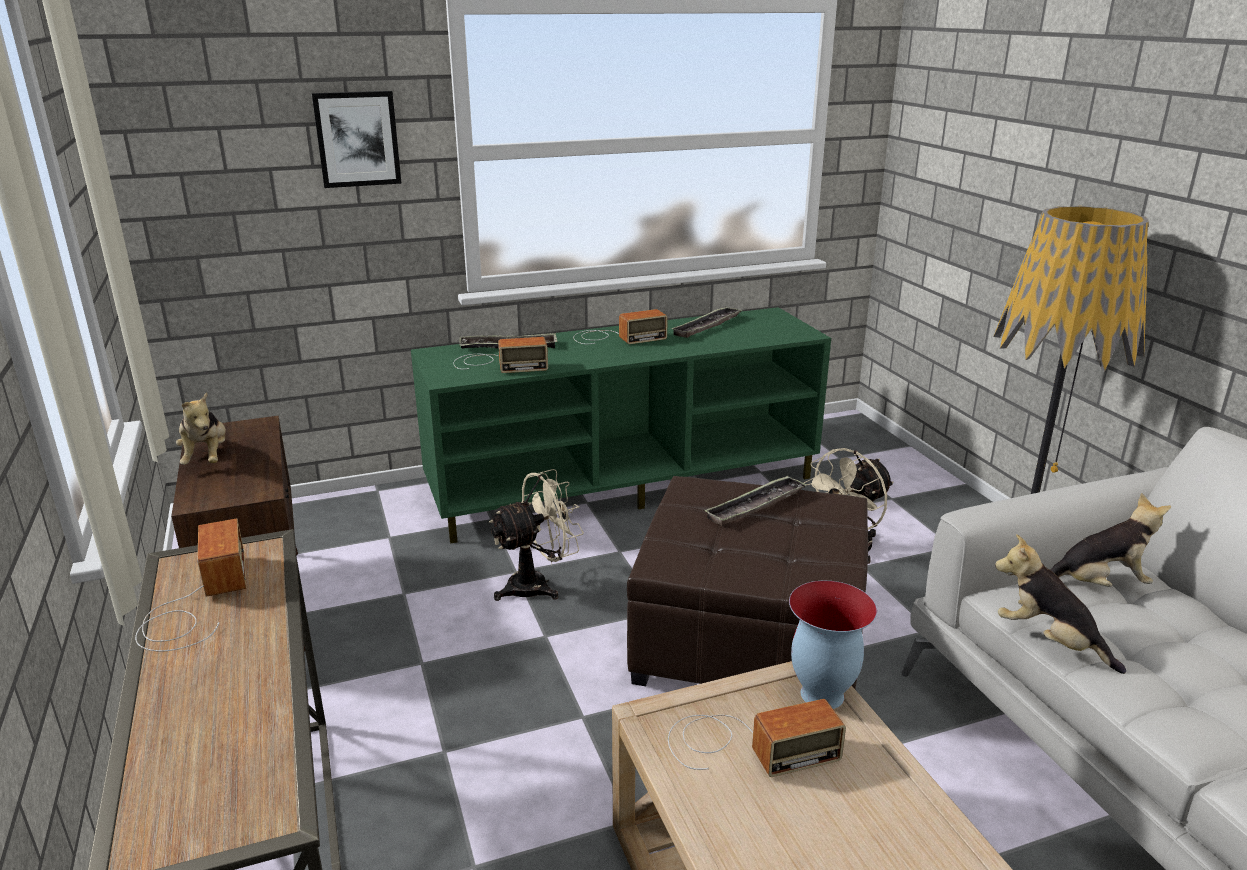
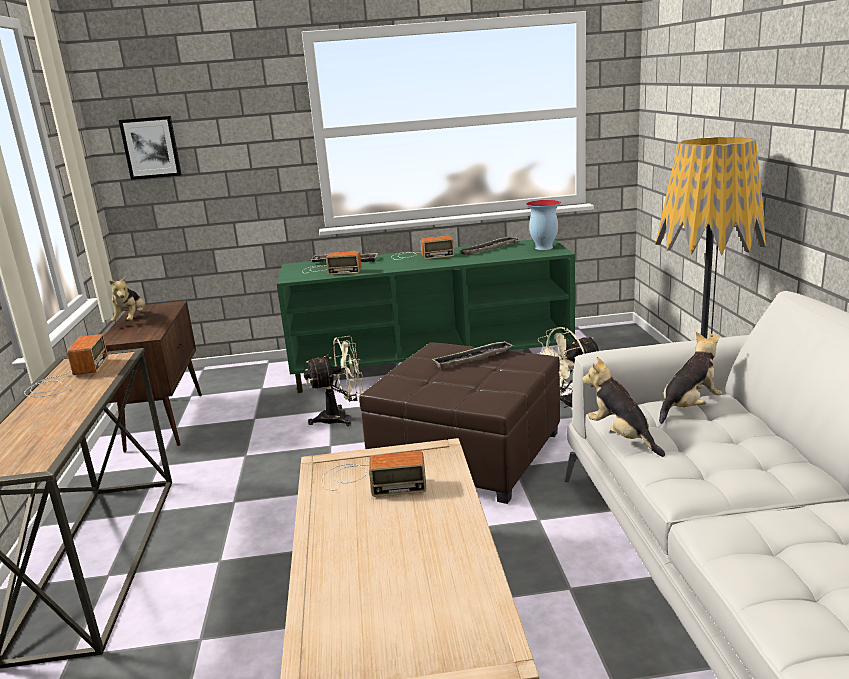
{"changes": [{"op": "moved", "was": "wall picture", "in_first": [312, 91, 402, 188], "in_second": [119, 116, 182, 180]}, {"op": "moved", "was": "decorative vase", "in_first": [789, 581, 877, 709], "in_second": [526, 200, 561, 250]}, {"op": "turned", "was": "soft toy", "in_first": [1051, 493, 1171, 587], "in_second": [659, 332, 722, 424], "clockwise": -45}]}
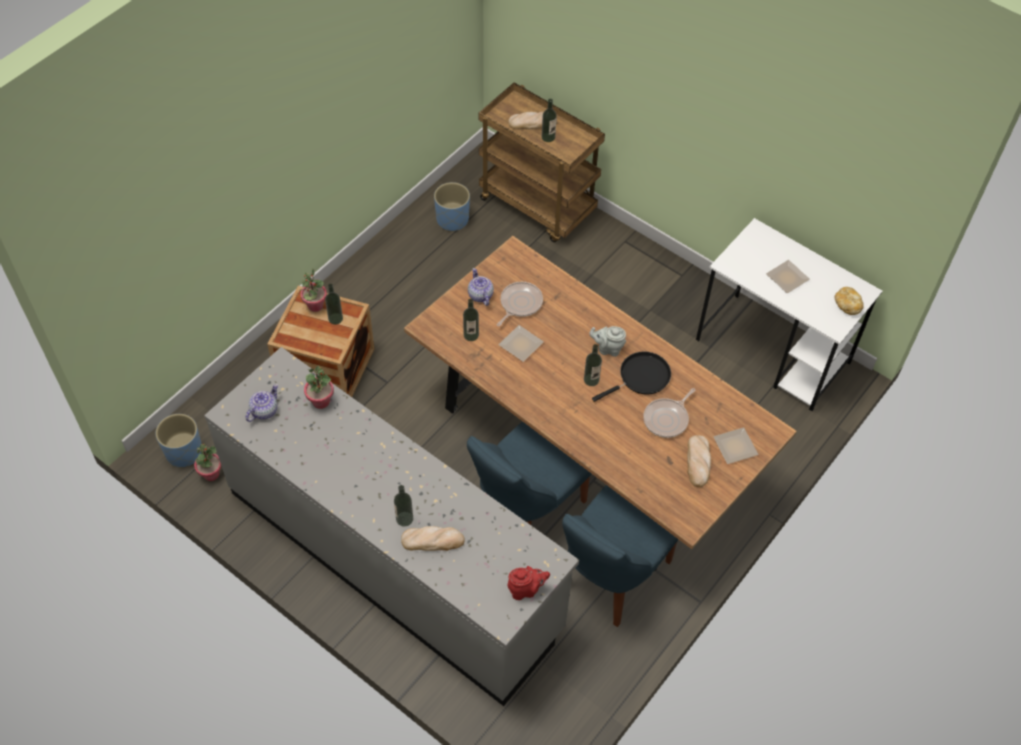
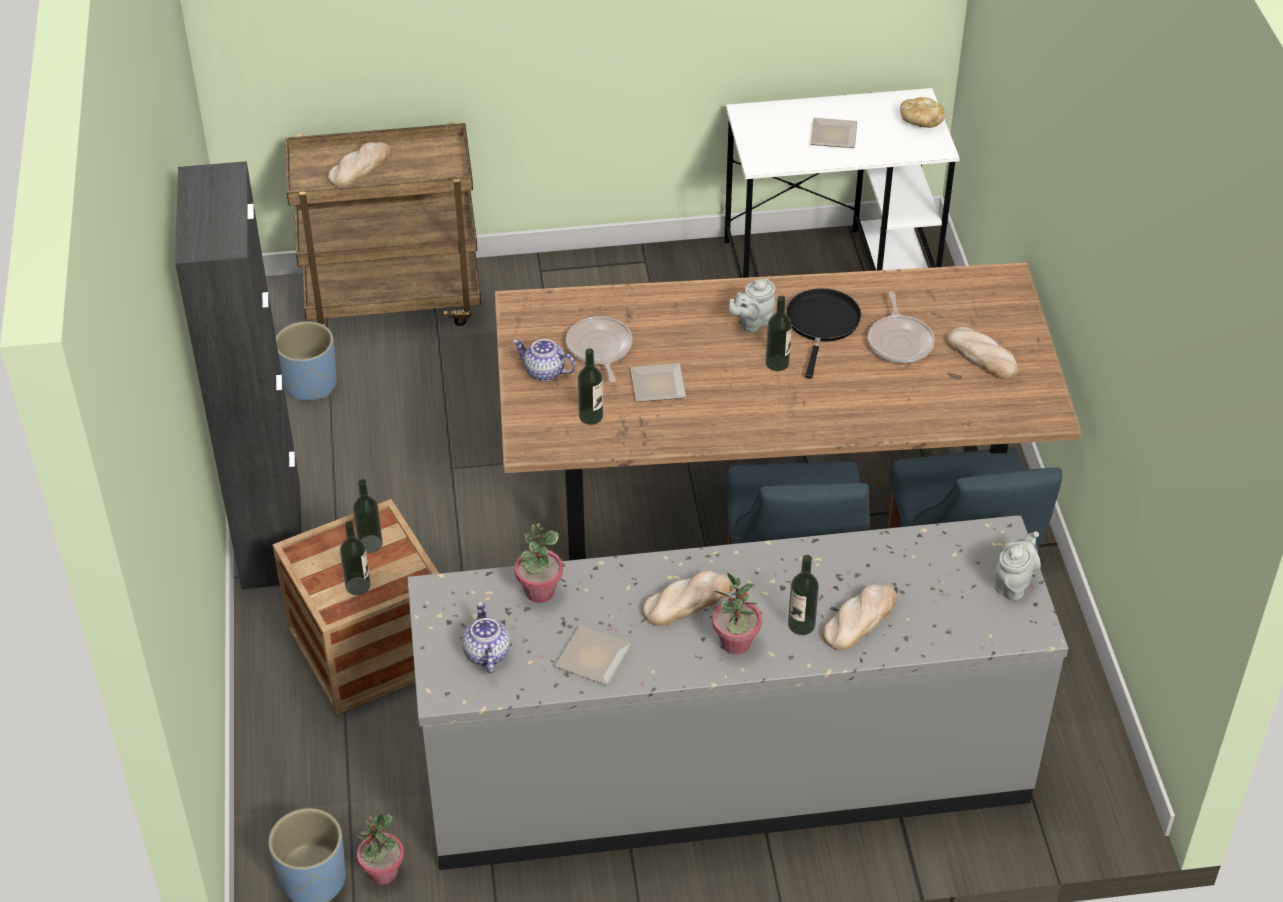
{"changes": [{"op": "added", "now": "cupboard in blackish", "in_second": [175, 161, 302, 589]}, {"op": "added", "now": "bread", "in_second": [642, 571, 731, 626]}, {"op": "moved", "was": "potted plant", "in_first": [300, 268, 327, 312], "in_second": [712, 573, 762, 655]}, {"op": "moved", "was": "beverage bottle", "in_first": [542, 99, 557, 142], "in_second": [340, 521, 370, 595]}, {"op": "moved", "was": "plate", "in_first": [714, 427, 758, 464], "in_second": [555, 625, 631, 685]}, {"op": "recoloured", "was": "pot for tea in reddish", "now": "pot for tea in greyish", "in_first": [507, 566, 550, 600], "in_second": [994, 532, 1041, 600]}]}
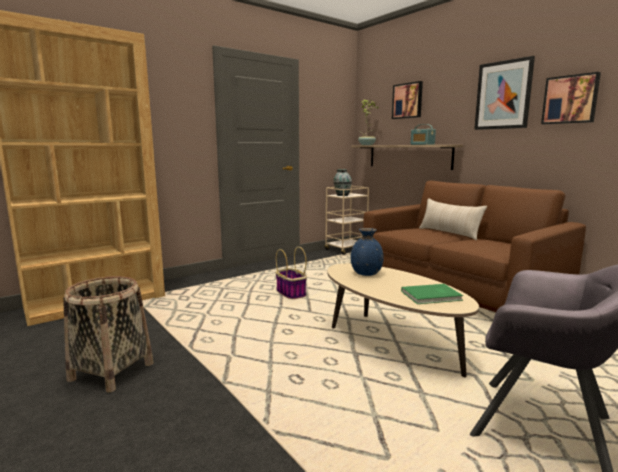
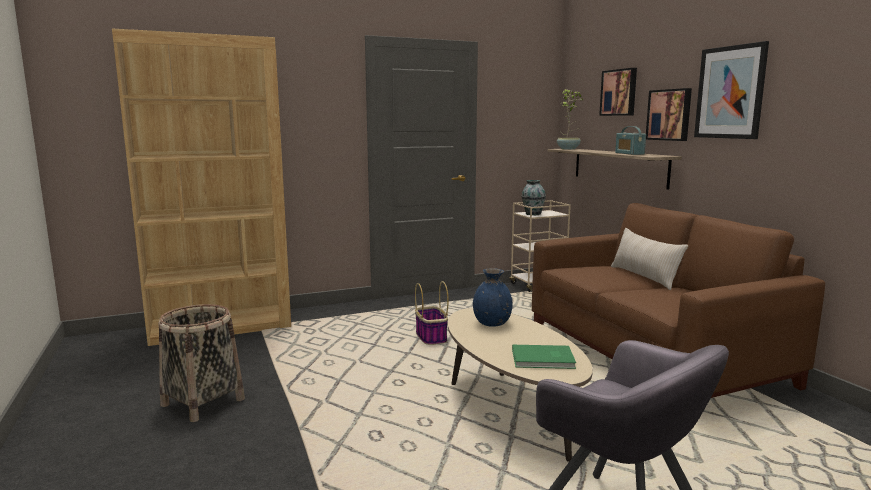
{"changes": [{"op": "moved", "was": "wall picture", "in_first": [541, 72, 601, 124], "in_second": [646, 88, 692, 141]}]}
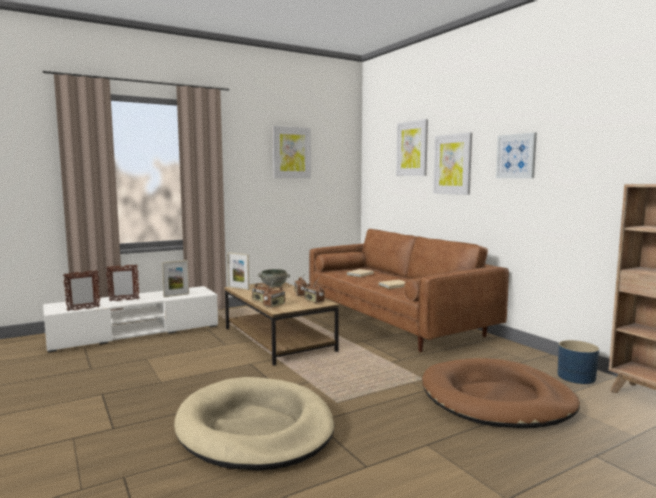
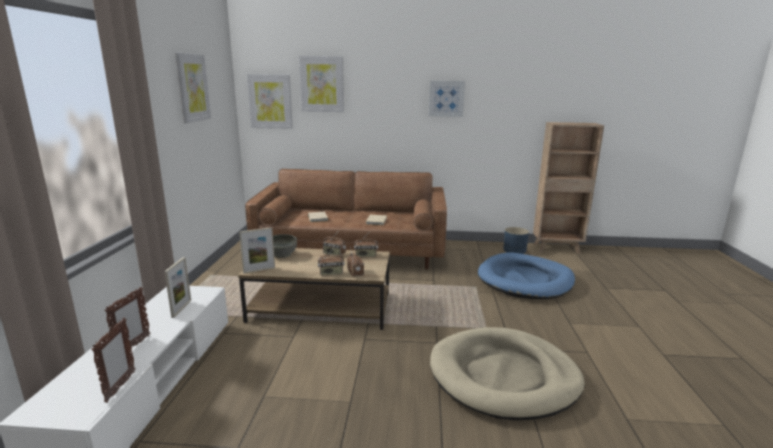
{"changes": [{"op": "moved", "was": "wall picture", "in_first": [433, 132, 472, 195], "in_second": [247, 74, 293, 129]}, {"op": "recoloured", "was": "dog bed in brown-coloured", "now": "dog bed in blue-coloured", "in_first": [422, 358, 580, 428], "in_second": [478, 252, 575, 299]}]}
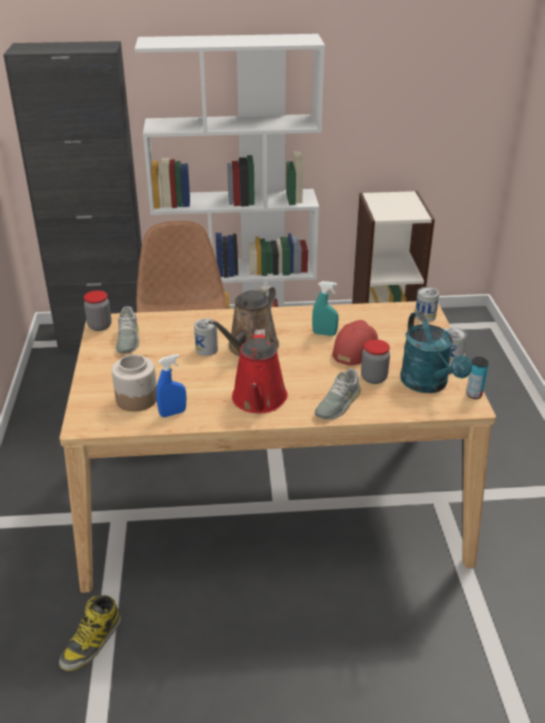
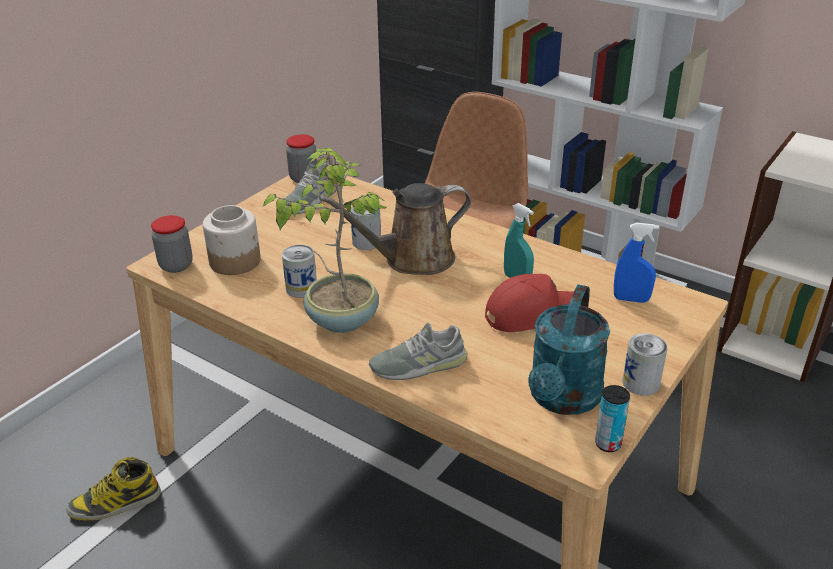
{"changes": [{"op": "moved", "was": "sprayer in blue-coloured", "in_first": [156, 354, 186, 417], "in_second": [614, 223, 659, 303]}, {"op": "moved", "was": "jar", "in_first": [361, 339, 390, 384], "in_second": [151, 215, 193, 273]}, {"op": "moved", "was": "can", "in_first": [415, 287, 439, 322], "in_second": [282, 245, 317, 298]}, {"op": "replaced", "was": "sprinkling can in reddish", "now": "potted plant", "in_first": [232, 329, 288, 413], "in_second": [262, 148, 388, 333]}]}
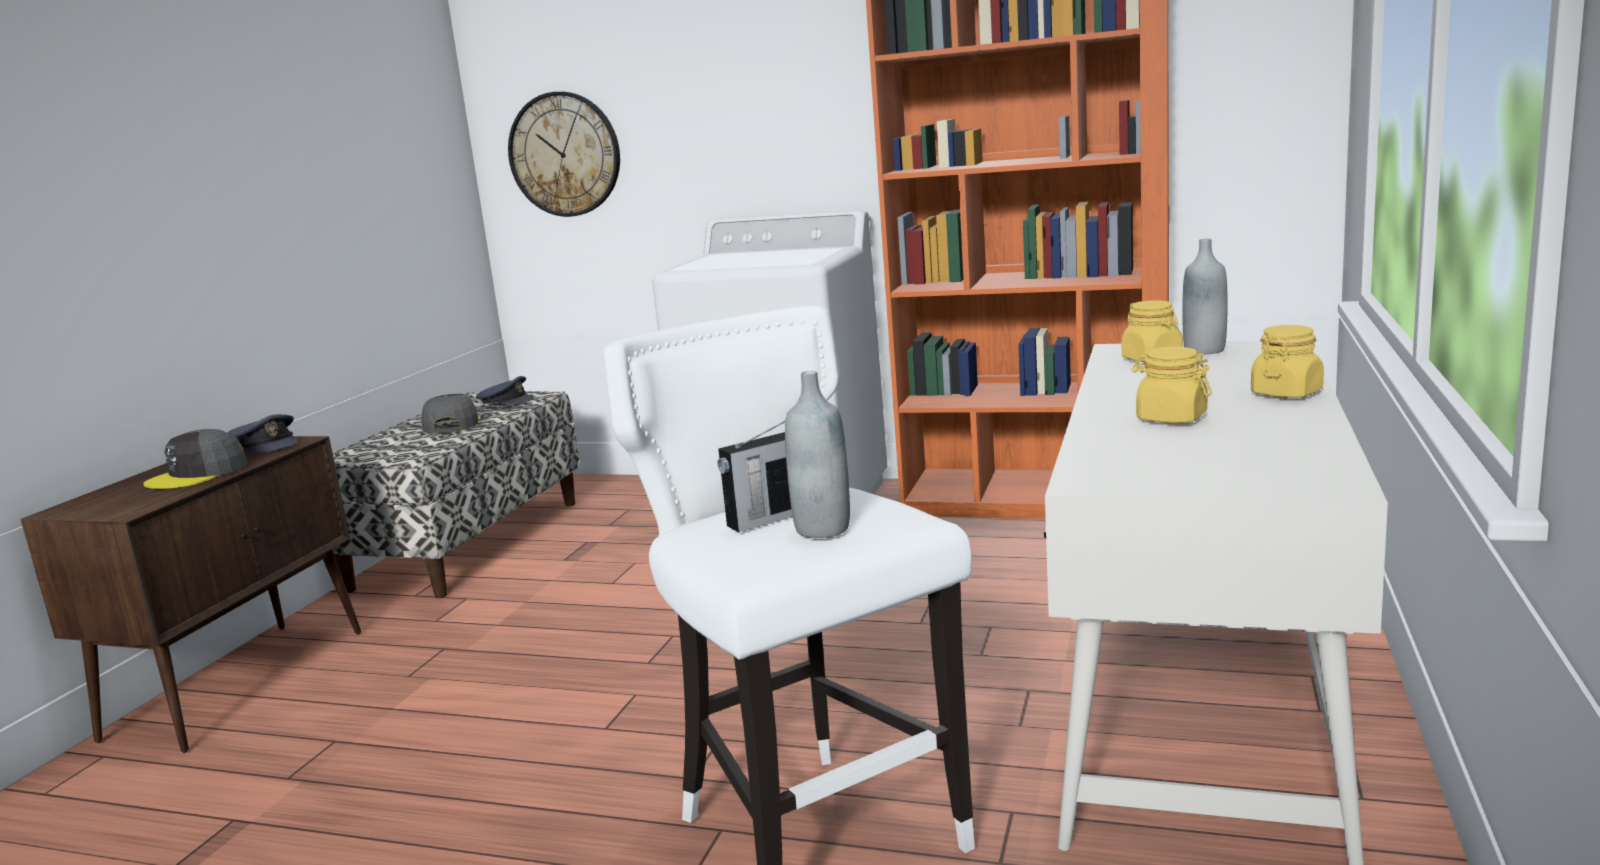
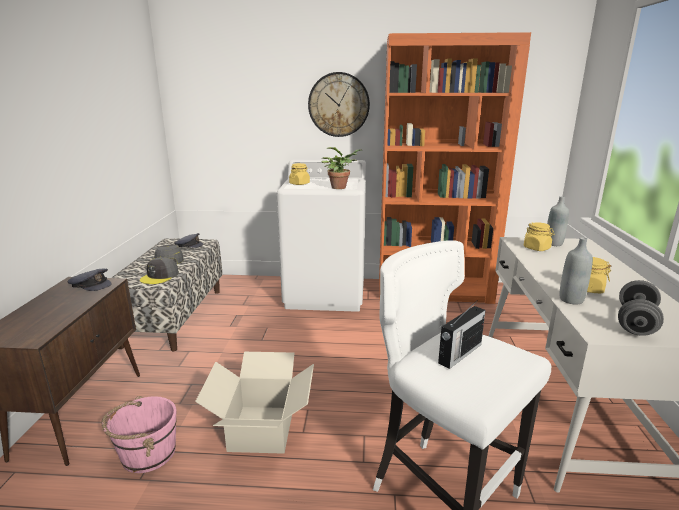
{"changes": [{"op": "added", "now": "water bucket in pink", "in_second": [102, 396, 176, 473]}, {"op": "added", "now": "carton", "in_second": [195, 352, 314, 454]}, {"op": "added", "now": "potted plant", "in_second": [321, 147, 362, 189]}, {"op": "added", "now": "hand weight in greyish", "in_second": [618, 280, 664, 336]}, {"op": "moved", "was": "baseball cap in greyish", "in_first": [143, 429, 247, 489], "in_second": [140, 257, 179, 284]}, {"op": "moved", "was": "wall clock", "in_first": [508, 92, 620, 217], "in_second": [308, 72, 370, 137]}, {"op": "moved", "was": "beverage bottle in greyish", "in_first": [785, 371, 850, 538], "in_second": [559, 237, 593, 304]}, {"op": "moved", "was": "jar in yellow", "in_first": [1251, 325, 1324, 398], "in_second": [289, 163, 310, 185]}]}
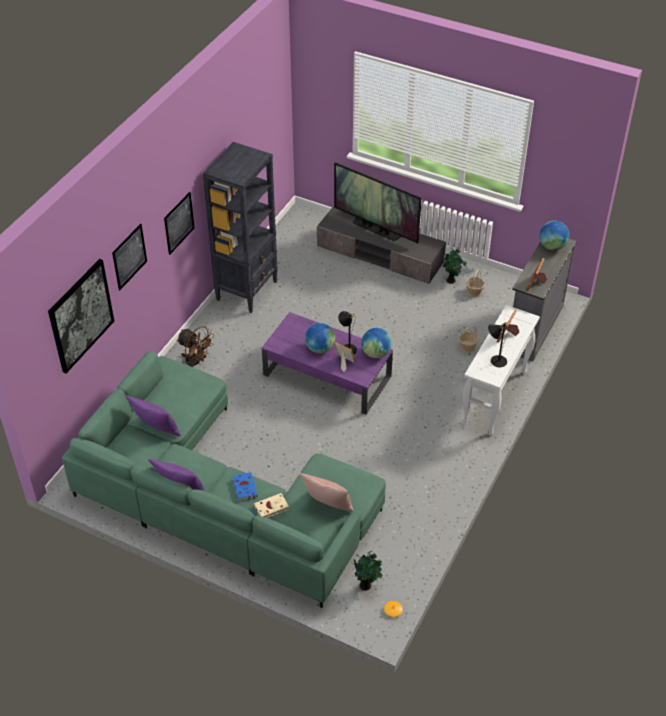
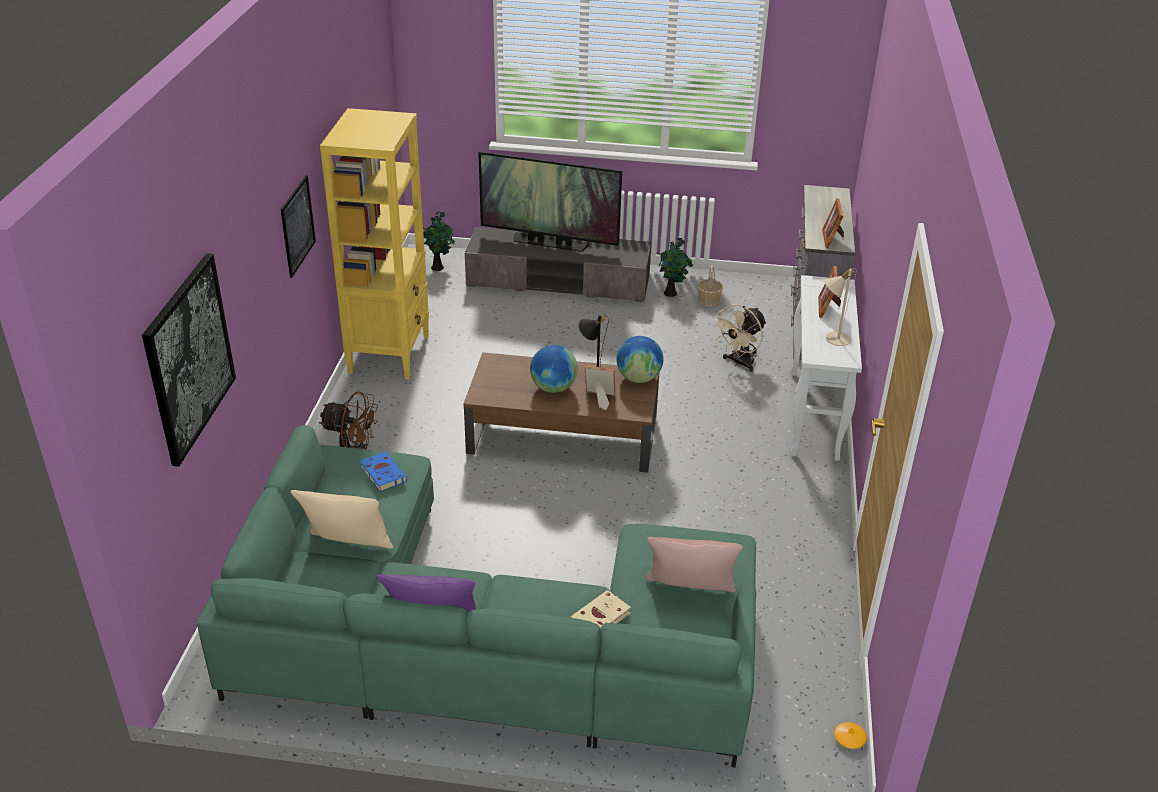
{"changes": [{"op": "removed", "was": "wall picture", "in_first": [112, 224, 147, 290]}, {"op": "removed", "was": "desk globe", "in_first": [539, 221, 569, 250]}, {"op": "moved", "was": "book in blue-coloured", "in_first": [233, 472, 257, 501], "in_second": [360, 452, 407, 492]}, {"op": "moved", "was": "potted plant", "in_first": [350, 551, 383, 591], "in_second": [423, 211, 455, 271]}, {"op": "replaced", "was": "storage basket", "now": "fan in sand-coloured", "in_first": [459, 326, 478, 353], "in_second": [713, 304, 767, 372]}, {"op": "recoloured", "was": "cushion in purplish", "now": "cushion in sand-coloured", "in_first": [125, 396, 181, 436], "in_second": [290, 490, 393, 549]}, {"op": "recoloured", "was": "bookshelf in blackish", "now": "bookshelf in yellow", "in_first": [203, 142, 278, 313], "in_second": [320, 108, 429, 380]}, {"op": "recoloured", "was": "coffee table in purplish", "now": "coffee table in brown-coloured", "in_first": [262, 312, 393, 415], "in_second": [464, 352, 660, 473]}, {"op": "recoloured", "was": "table lamp in blackish", "now": "table lamp in sand-coloured", "in_first": [488, 322, 510, 367], "in_second": [823, 268, 856, 346]}]}
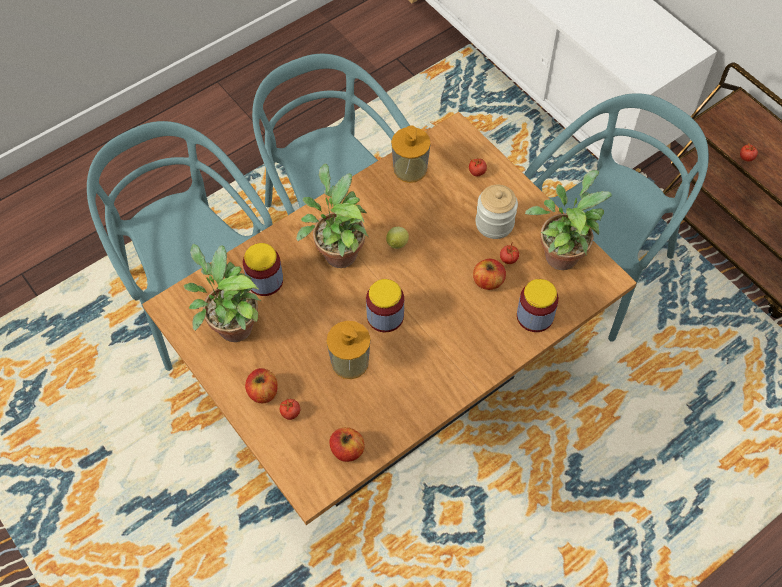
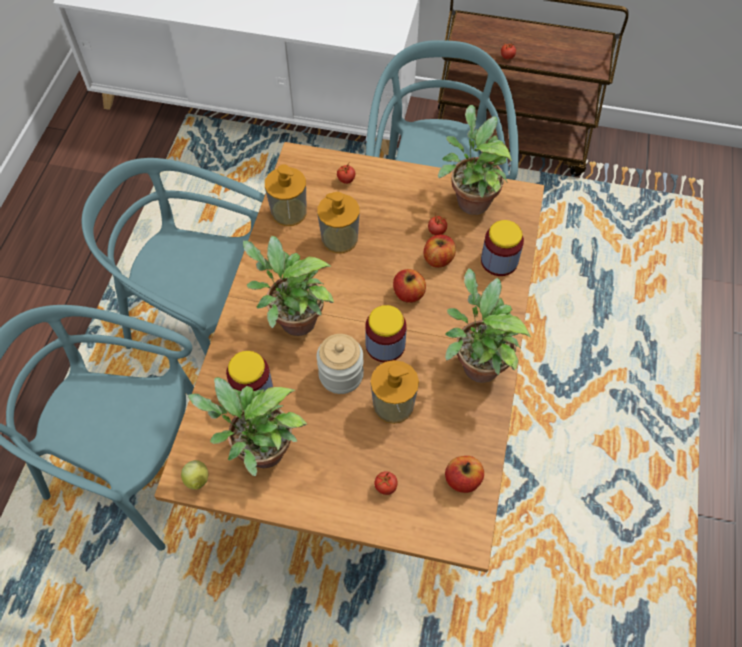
{"changes": [{"op": "added", "now": "soap dispenser", "in_second": [317, 192, 360, 253]}, {"op": "added", "now": "potted plant", "in_second": [445, 268, 531, 383]}, {"op": "moved", "was": "apple fruit", "in_first": [245, 368, 278, 403], "in_second": [393, 269, 426, 303]}, {"op": "moved", "was": "whole lemon", "in_first": [386, 227, 409, 249], "in_second": [181, 460, 209, 490]}, {"op": "moved", "was": "jar", "in_first": [475, 185, 518, 239], "in_second": [317, 334, 364, 394]}]}
